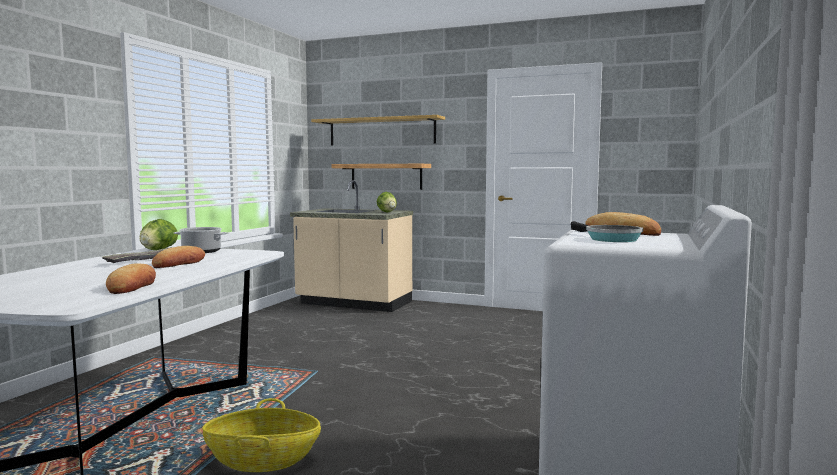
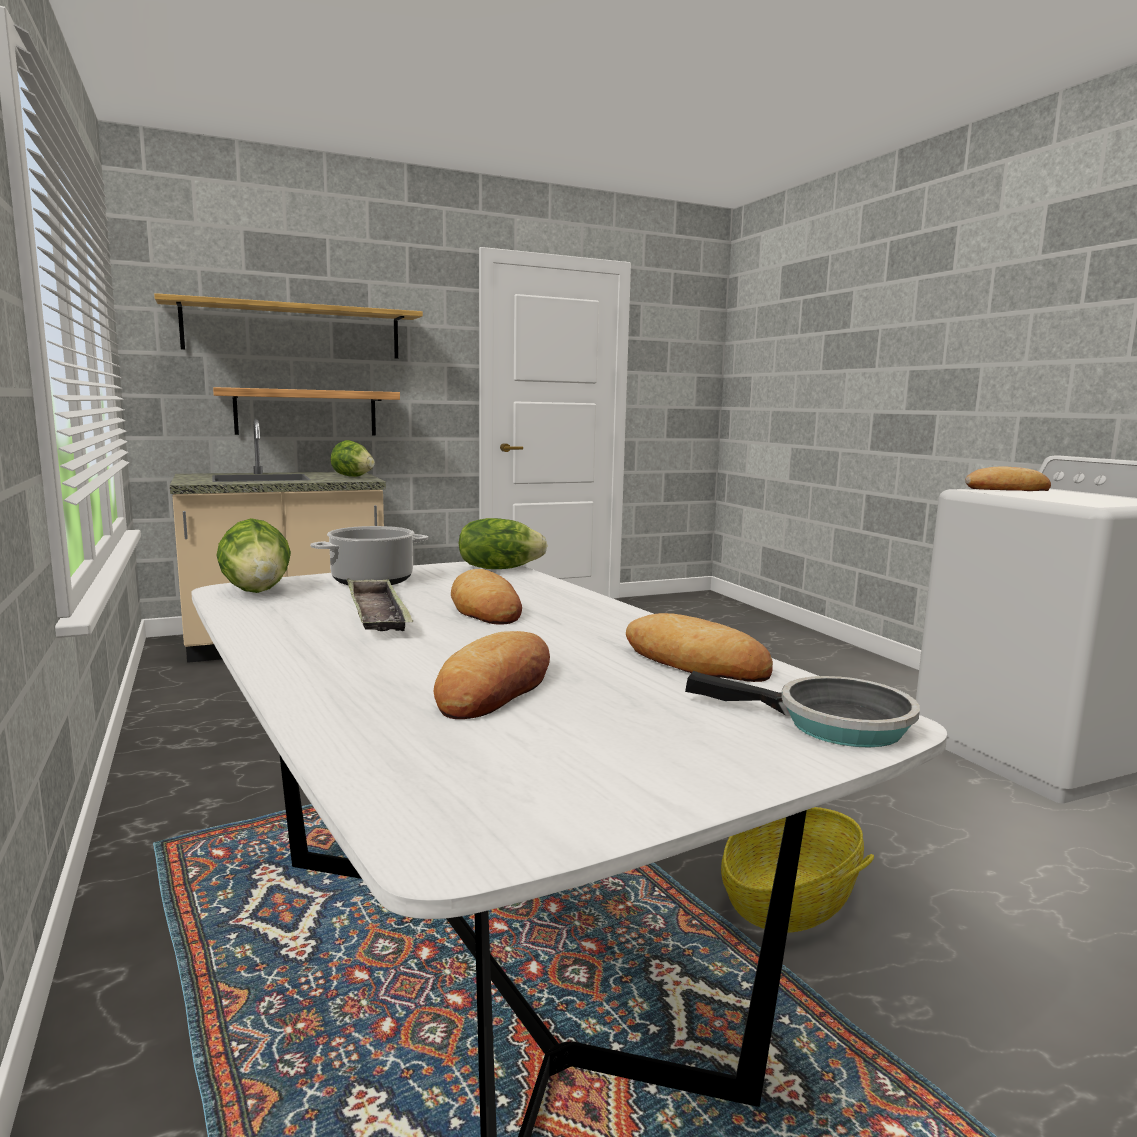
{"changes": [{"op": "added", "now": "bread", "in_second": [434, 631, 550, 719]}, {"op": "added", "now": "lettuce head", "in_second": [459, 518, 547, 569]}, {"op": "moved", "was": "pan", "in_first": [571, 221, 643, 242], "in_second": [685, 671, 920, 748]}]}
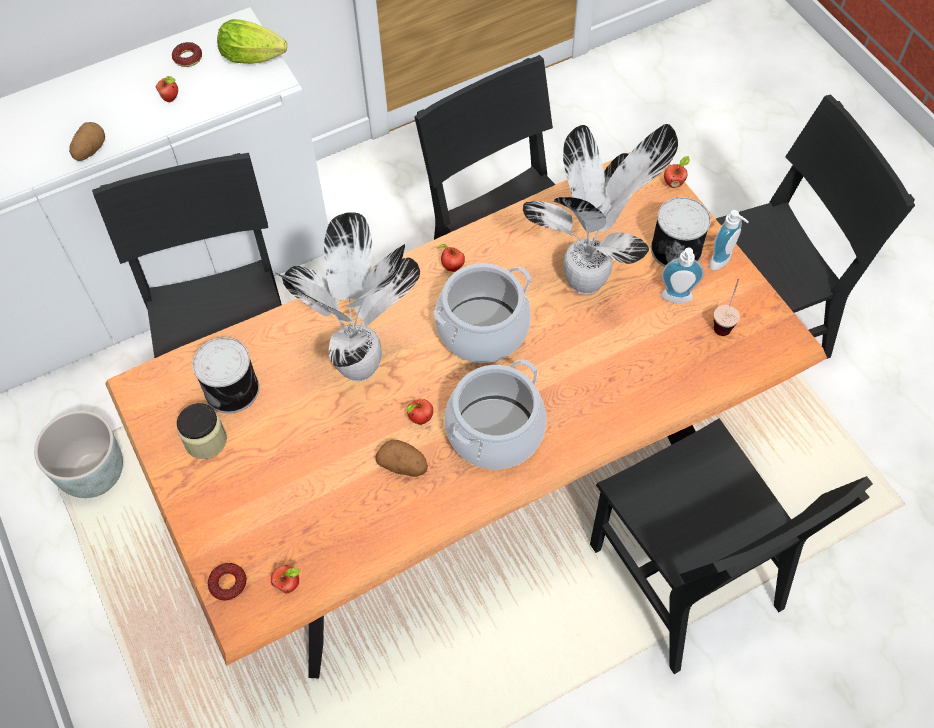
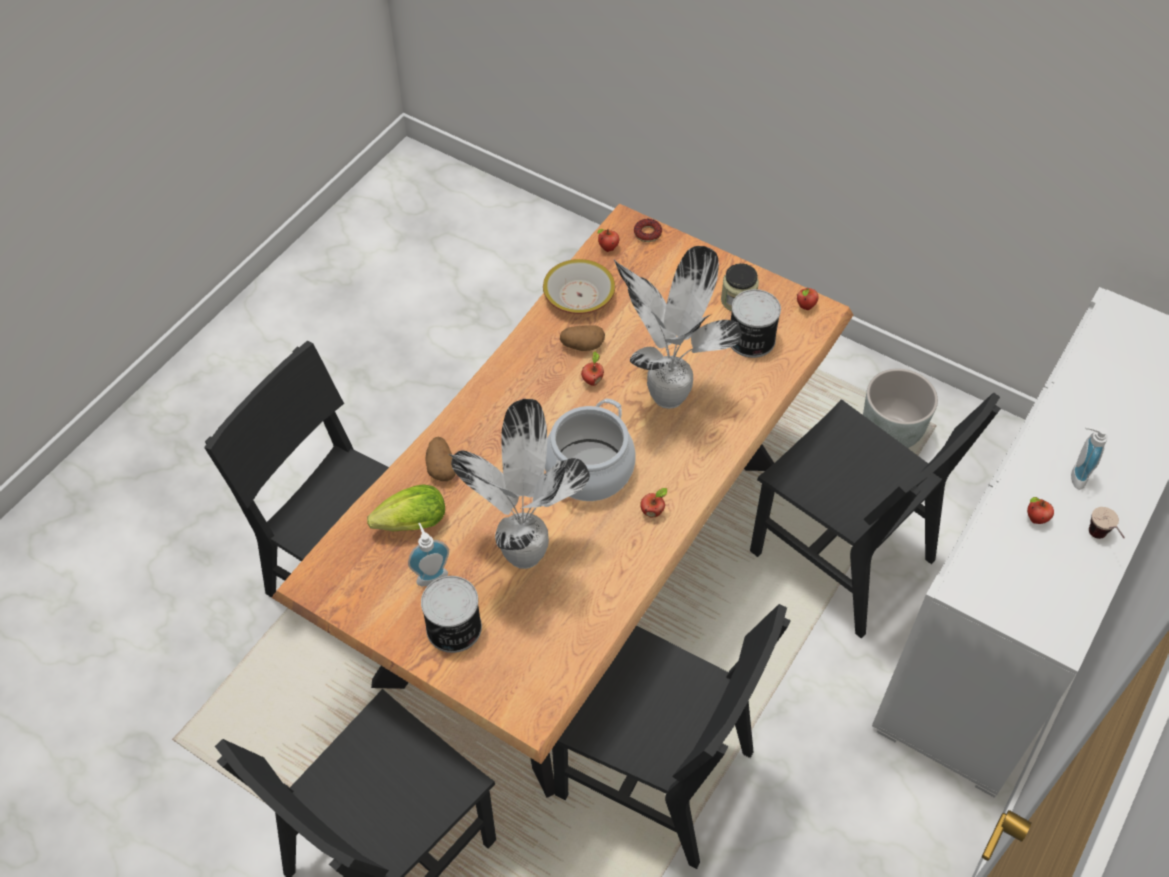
{"changes": [{"op": "removed", "was": "donut", "in_first": [172, 42, 202, 67]}, {"op": "removed", "was": "cooking pot", "in_first": [445, 359, 546, 470]}, {"op": "added", "now": "serving bowl", "in_second": [543, 259, 615, 314]}, {"op": "moved", "was": "spud", "in_first": [69, 122, 105, 161], "in_second": [426, 437, 456, 481]}, {"op": "moved", "was": "lettuce head", "in_first": [217, 19, 287, 64], "in_second": [367, 484, 445, 531]}, {"op": "moved", "was": "apple fruit", "in_first": [664, 156, 689, 188], "in_second": [797, 288, 819, 310]}, {"op": "moved", "was": "soap dispenser", "in_first": [709, 210, 749, 270], "in_second": [1071, 427, 1108, 490]}, {"op": "moved", "was": "drinking cup", "in_first": [714, 279, 740, 336], "in_second": [1089, 507, 1125, 539]}]}
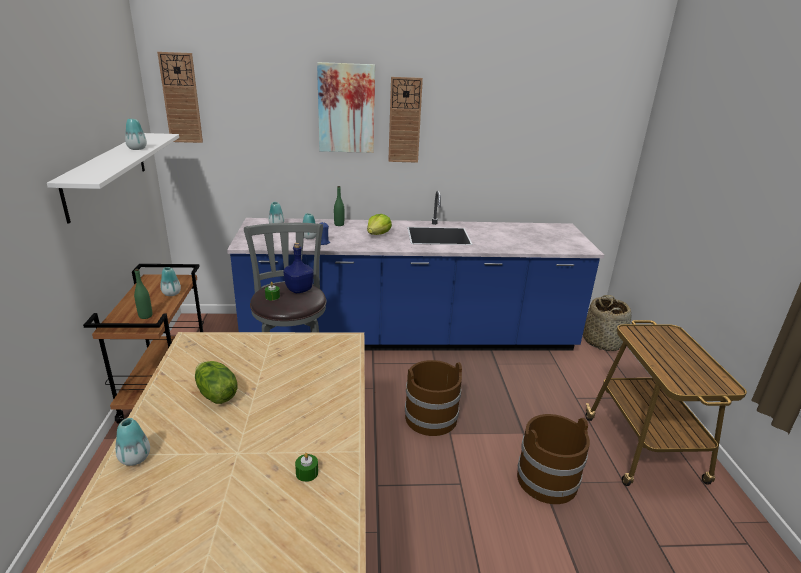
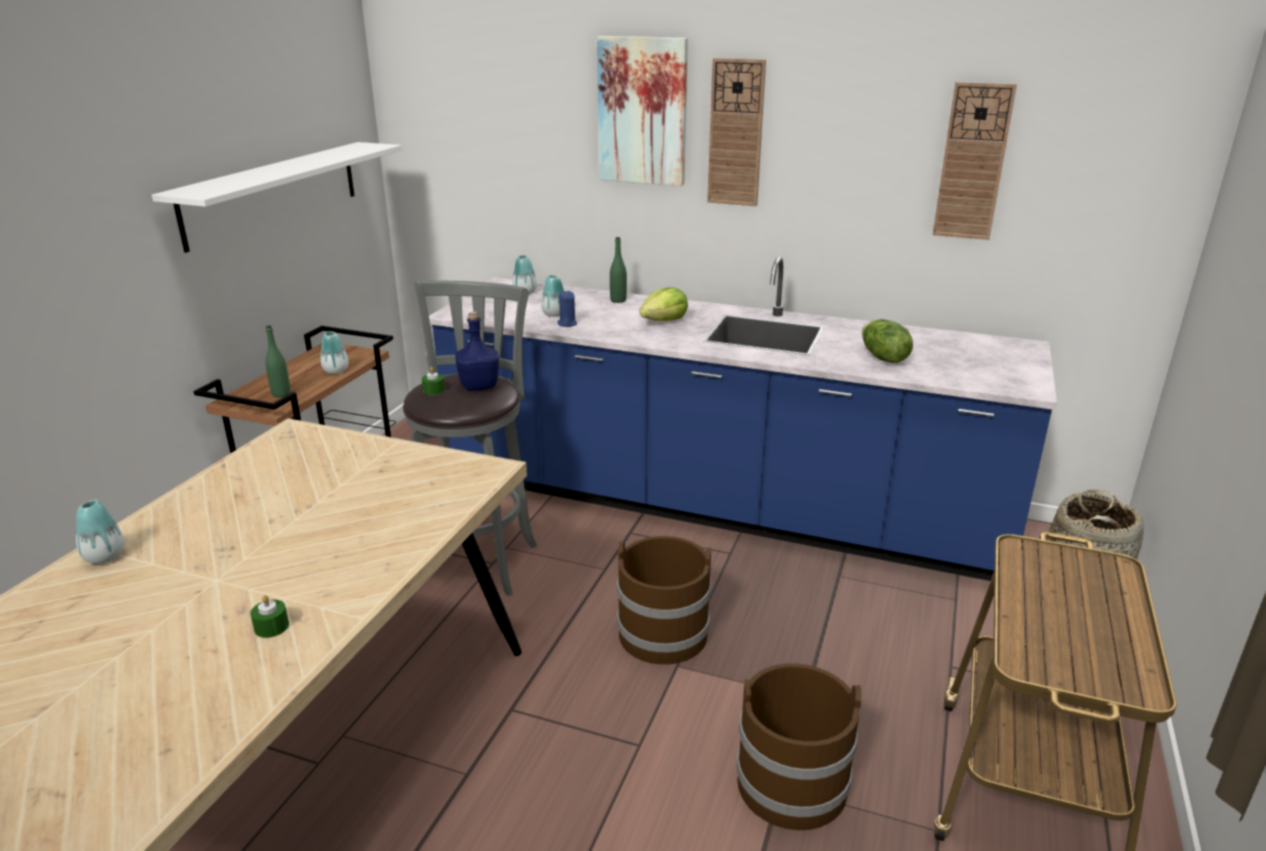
{"changes": [{"op": "removed", "was": "decorative vase", "in_first": [125, 119, 147, 150]}, {"op": "moved", "was": "wall clock", "in_first": [157, 52, 203, 143], "in_second": [932, 82, 1017, 240]}, {"op": "moved", "was": "lettuce head", "in_first": [195, 361, 238, 404], "in_second": [862, 319, 913, 363]}]}
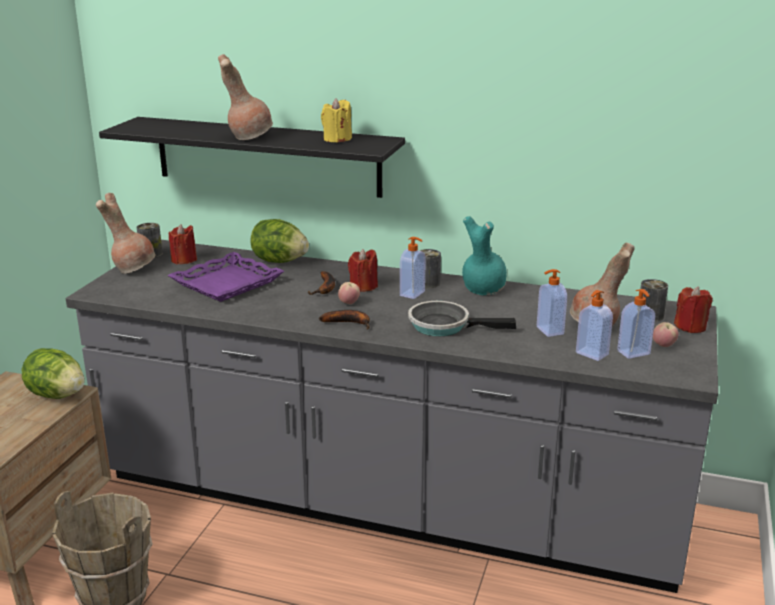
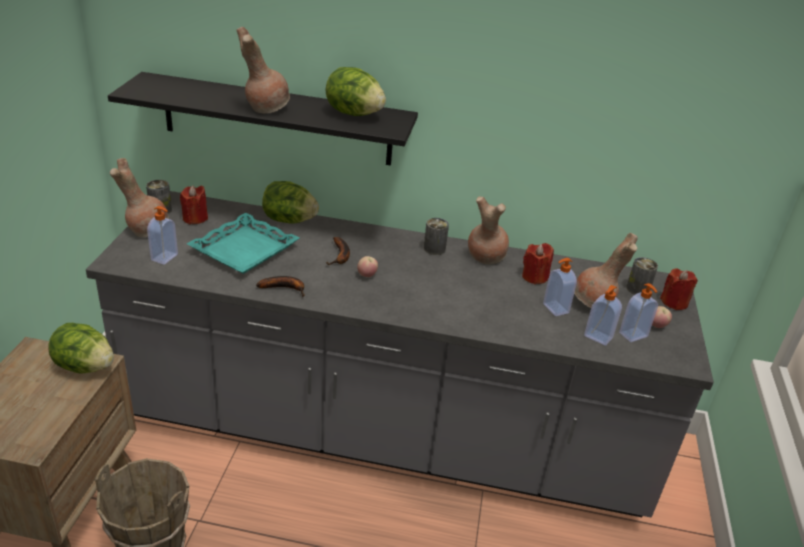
{"changes": [{"op": "removed", "was": "pan", "in_first": [408, 301, 516, 336]}, {"op": "moved", "was": "banana", "in_first": [319, 310, 370, 329], "in_second": [256, 276, 305, 297]}, {"op": "moved", "was": "wax light in reddish", "in_first": [348, 249, 378, 292], "in_second": [522, 243, 554, 284]}, {"op": "moved", "was": "soap dispenser", "in_first": [400, 237, 426, 299], "in_second": [147, 206, 178, 265]}, {"op": "replaced", "was": "wax light in yellow", "now": "lettuce head", "in_first": [321, 98, 352, 143], "in_second": [326, 67, 386, 116]}, {"op": "recoloured", "was": "carrying tray in purplish", "now": "carrying tray in turquoise", "in_first": [167, 252, 284, 302], "in_second": [187, 213, 300, 274]}, {"op": "recoloured", "was": "decorative vase in turquoise", "now": "decorative vase in brown-coloured", "in_first": [462, 216, 507, 295], "in_second": [468, 196, 509, 264]}]}
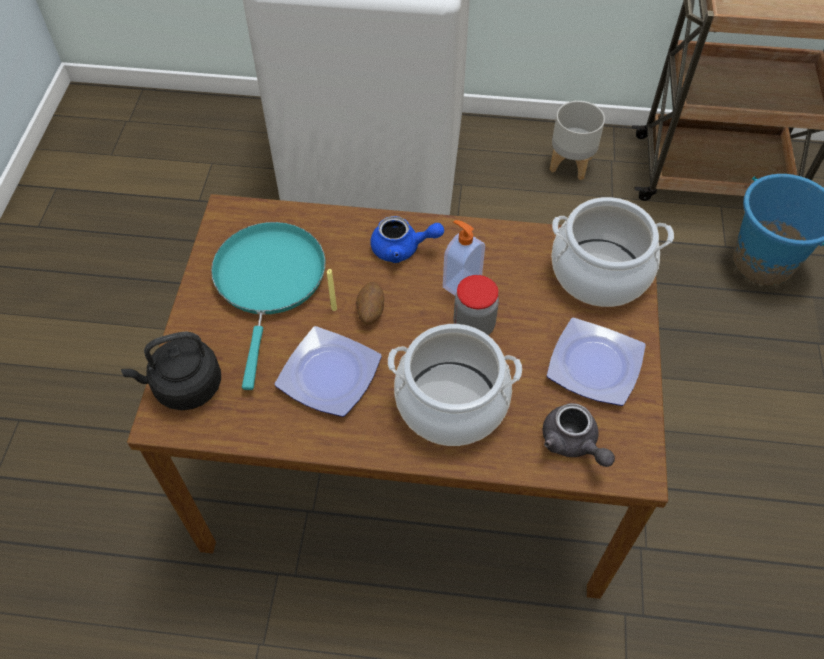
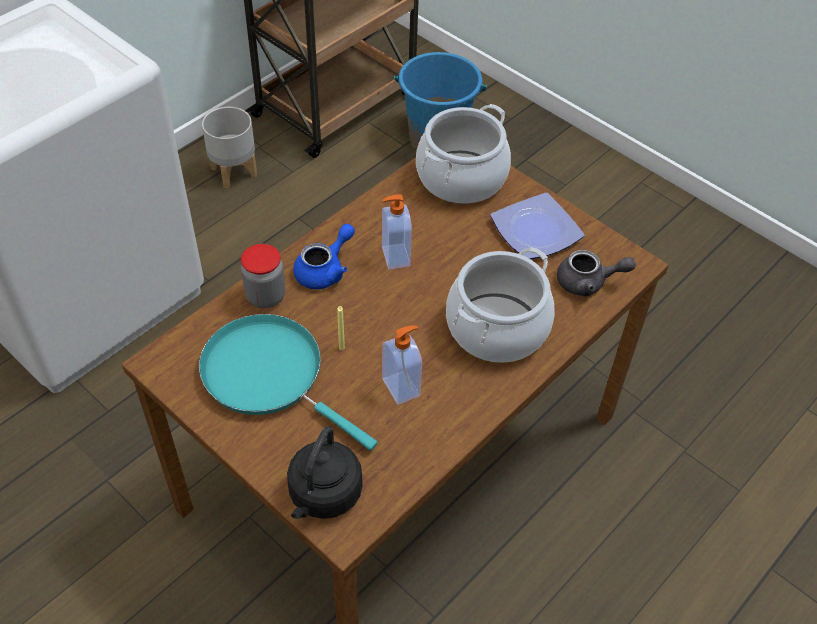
{"changes": [{"op": "removed", "was": "spud", "in_first": [356, 282, 384, 325]}, {"op": "moved", "was": "jar", "in_first": [453, 275, 499, 336], "in_second": [241, 244, 285, 308]}, {"op": "replaced", "was": "plate", "now": "soap dispenser", "in_first": [275, 326, 382, 417], "in_second": [382, 326, 422, 405]}]}
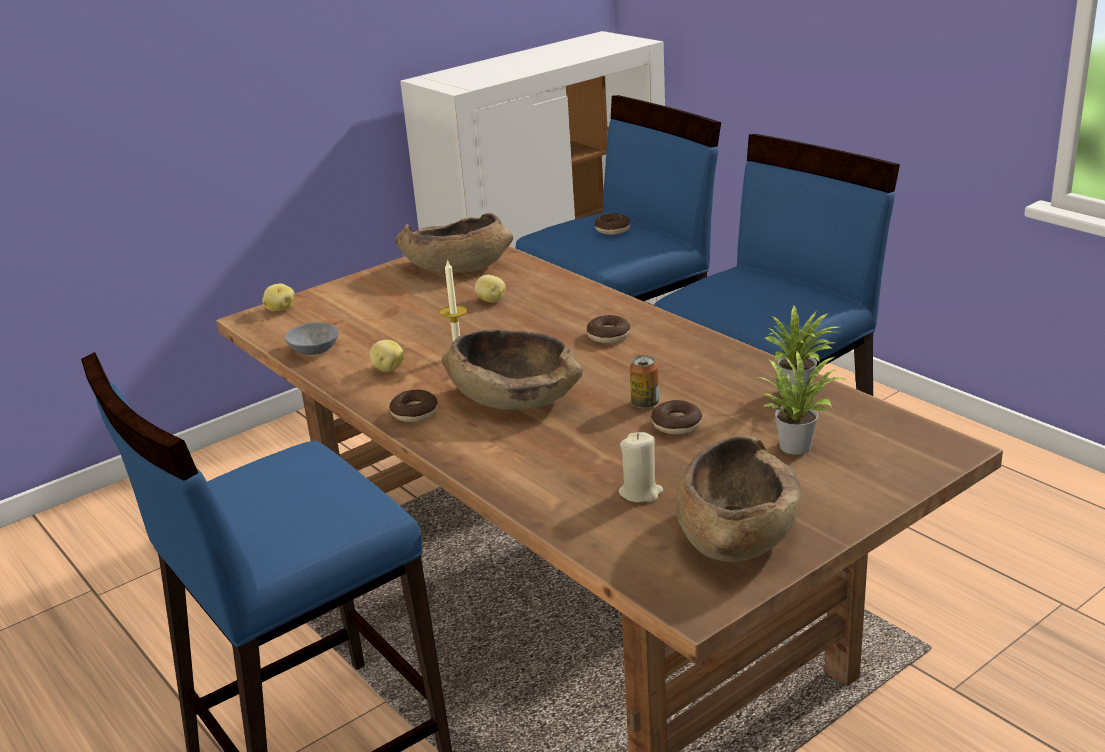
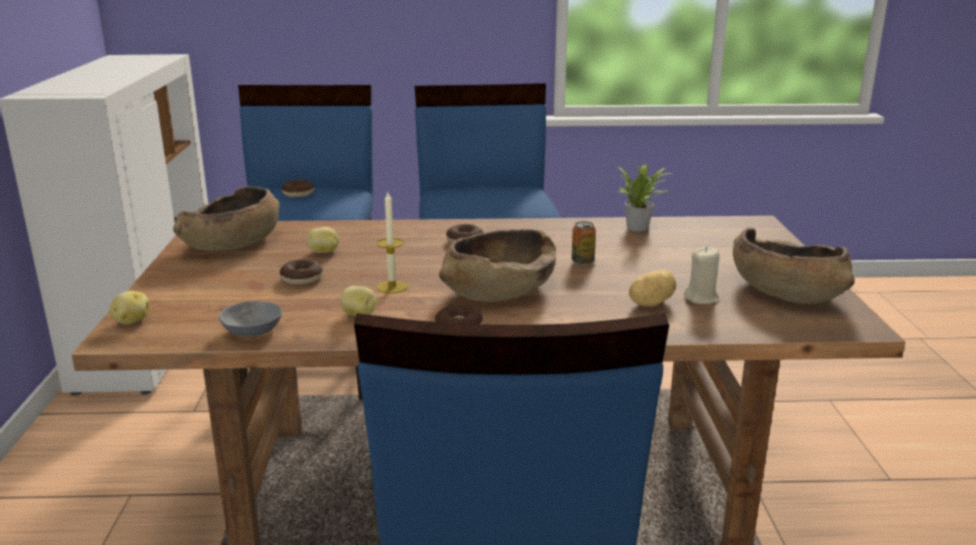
{"changes": [{"op": "removed", "was": "potted plant", "in_first": [757, 351, 845, 455]}, {"op": "added", "now": "spud", "in_second": [629, 270, 676, 307]}, {"op": "moved", "was": "donut", "in_first": [651, 400, 702, 434], "in_second": [280, 259, 323, 285]}]}
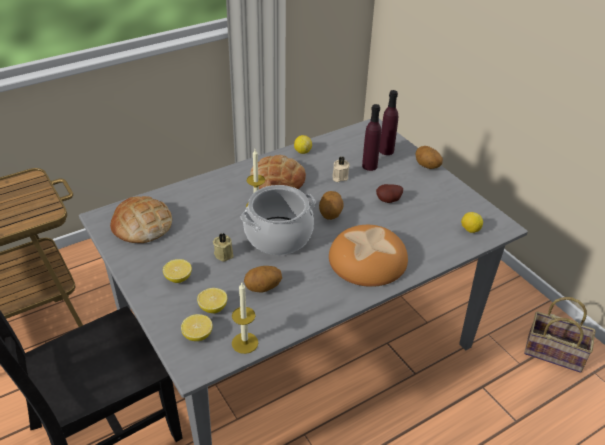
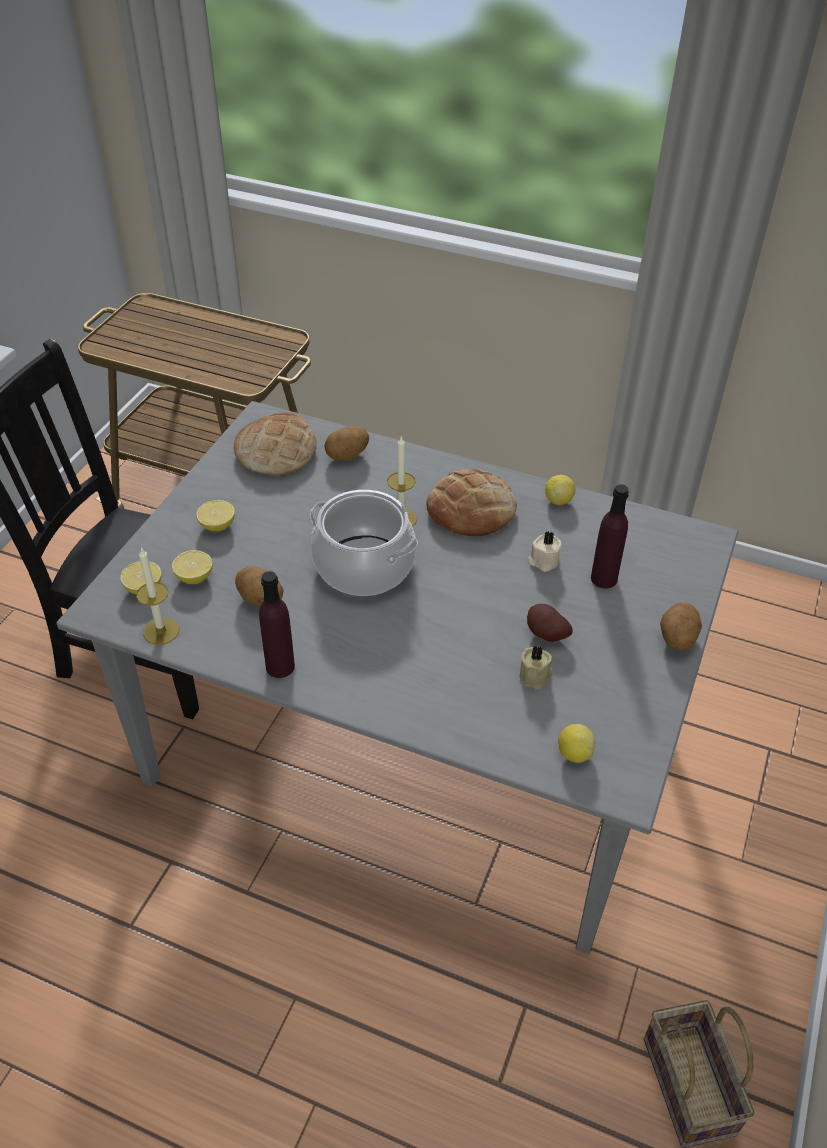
{"changes": [{"op": "removed", "was": "bread", "in_first": [329, 225, 408, 287]}, {"op": "moved", "was": "wax light in sand-coloured", "in_first": [213, 232, 234, 262], "in_second": [520, 646, 552, 689]}, {"op": "moved", "was": "spud", "in_first": [319, 191, 343, 220], "in_second": [324, 426, 369, 461]}, {"op": "moved", "was": "beverage bottle in purplish", "in_first": [379, 90, 398, 155], "in_second": [259, 571, 295, 678]}]}
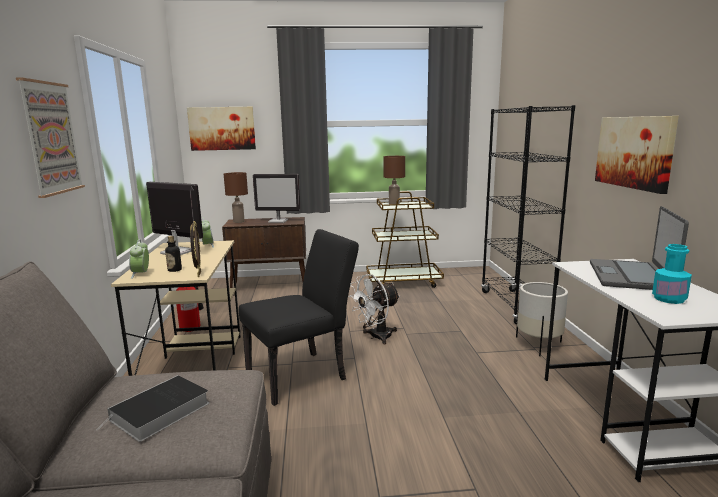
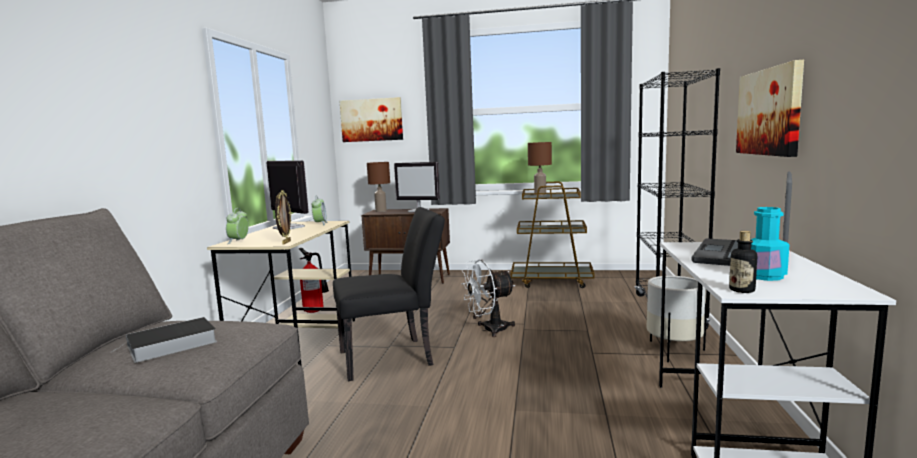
{"changes": [{"op": "removed", "was": "wall picture", "in_first": [16, 78, 85, 198]}, {"op": "moved", "was": "beverage bottle", "in_first": [165, 236, 182, 272], "in_second": [729, 231, 757, 293]}]}
